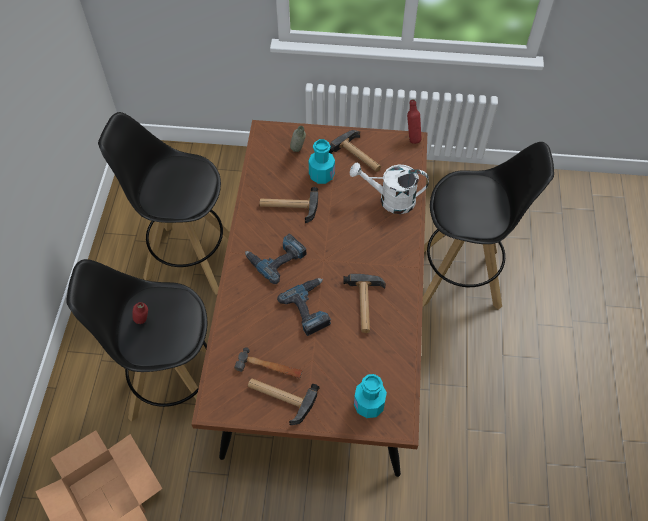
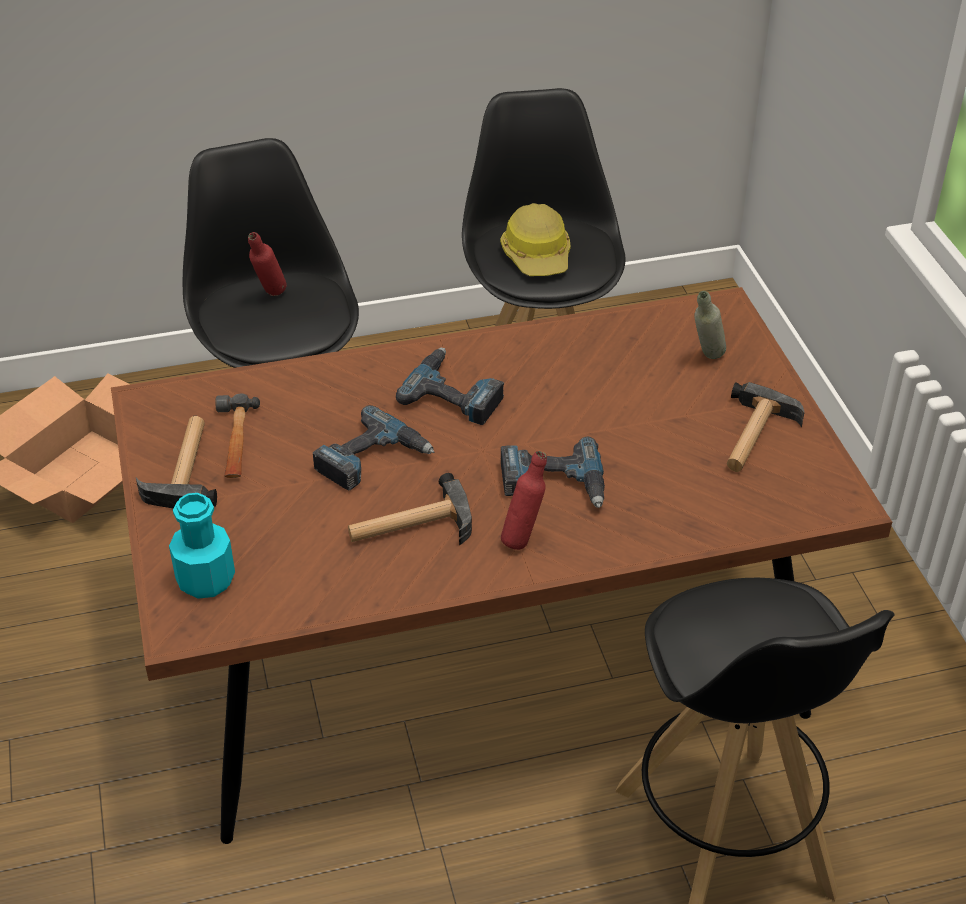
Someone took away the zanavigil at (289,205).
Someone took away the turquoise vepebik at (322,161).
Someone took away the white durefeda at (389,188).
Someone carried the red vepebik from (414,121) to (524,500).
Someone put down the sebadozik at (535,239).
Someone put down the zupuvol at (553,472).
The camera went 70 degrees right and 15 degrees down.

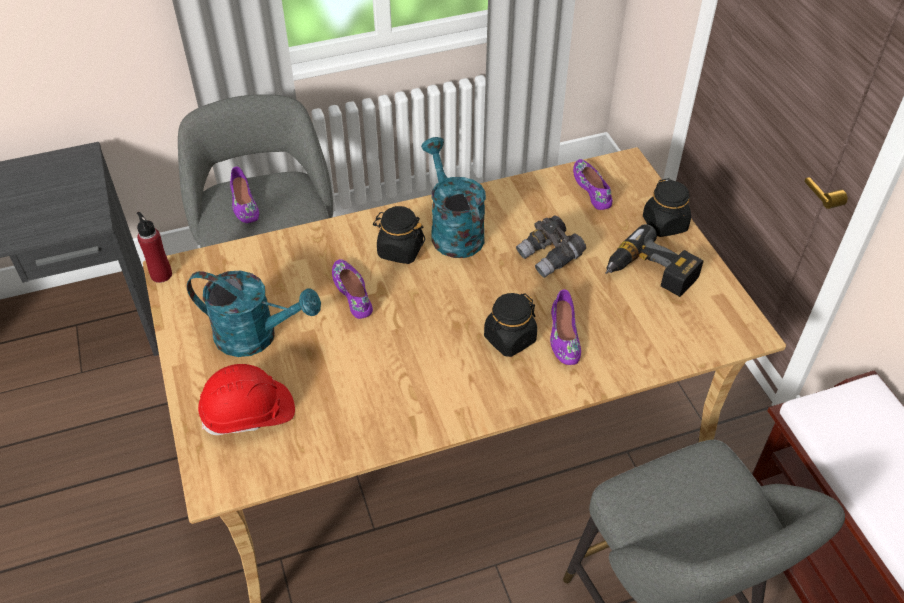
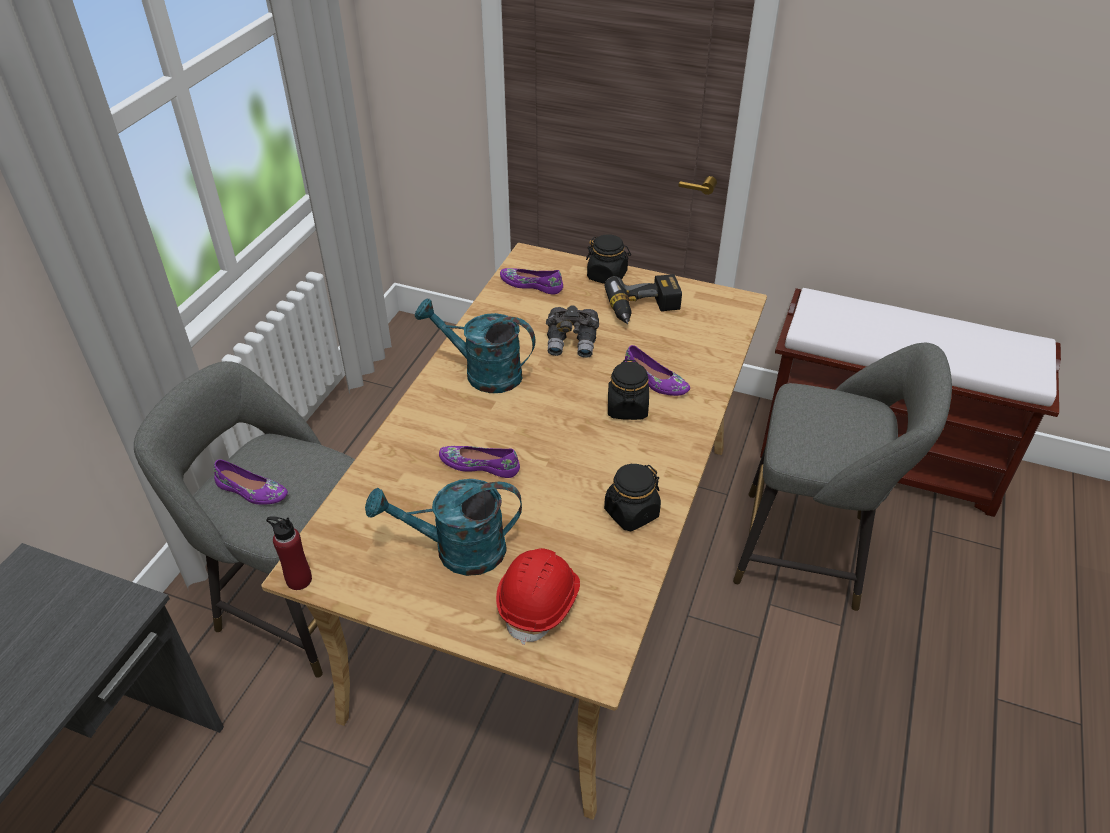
Someone rotated the turquoise durefeda at (254,314) by 150 degrees counterclockwise.
Someone carried the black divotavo from (399,235) to (632,497).
The camera went 50 degrees left and 5 degrees down.

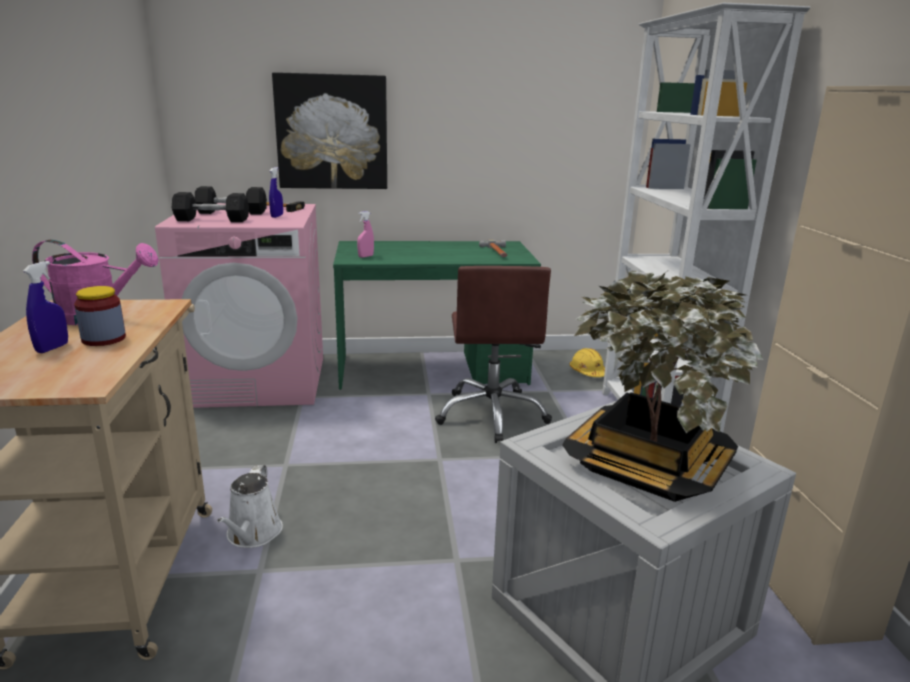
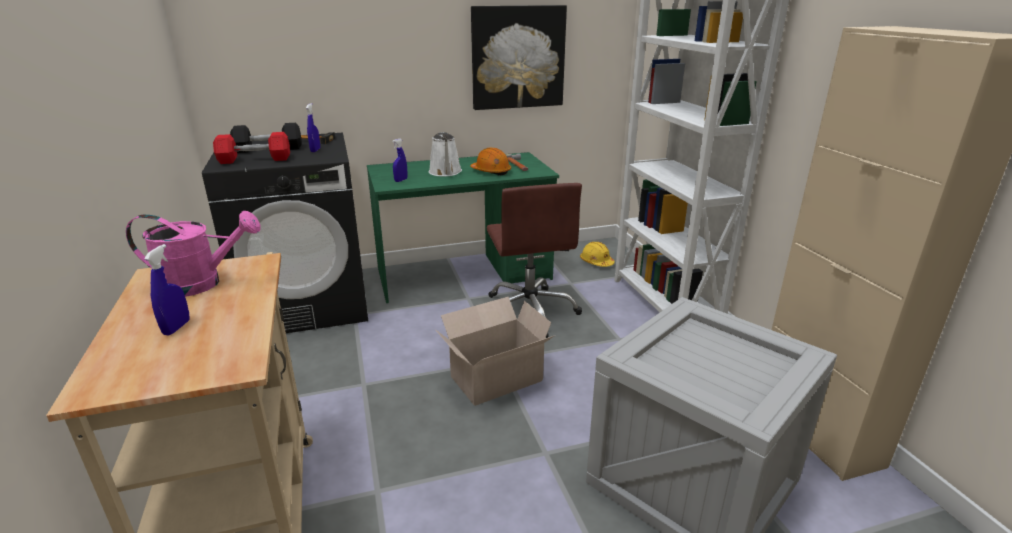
Someone took away the divotavo at (100,316).
Someone repainted the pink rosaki at (239,305), which became the black rosaki at (285,233).
Someone repainted the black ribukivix at (210,207), which became the red ribukivix at (251,148).
Someone carried the white durefeda from (250,506) to (445,154).
Someone carried the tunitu from (329,130) to (519,57).
Someone repainted the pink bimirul at (365,234), which became the blue bimirul at (400,160).
Someone took away the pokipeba at (663,386).
Someone put down the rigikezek at (495,351).
Someone put down the orange sebadozik at (490,161).
The camera went 10 degrees left and 5 degrees up.

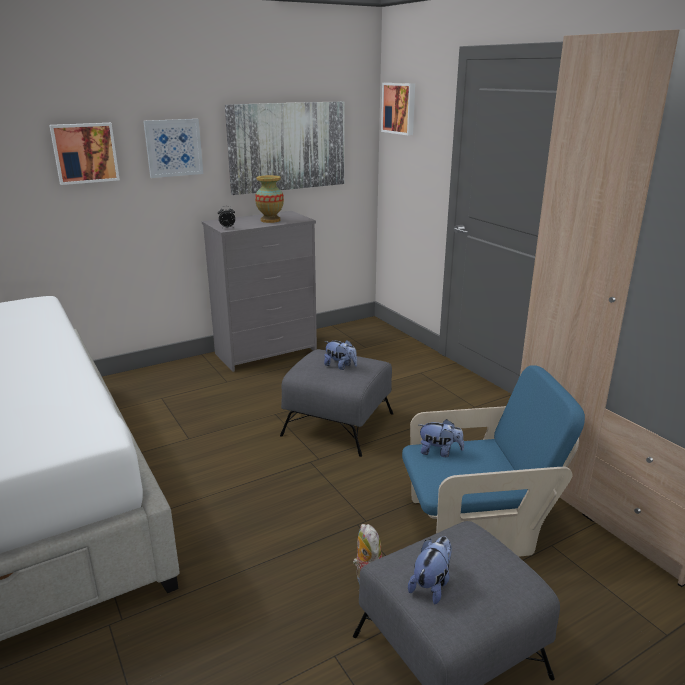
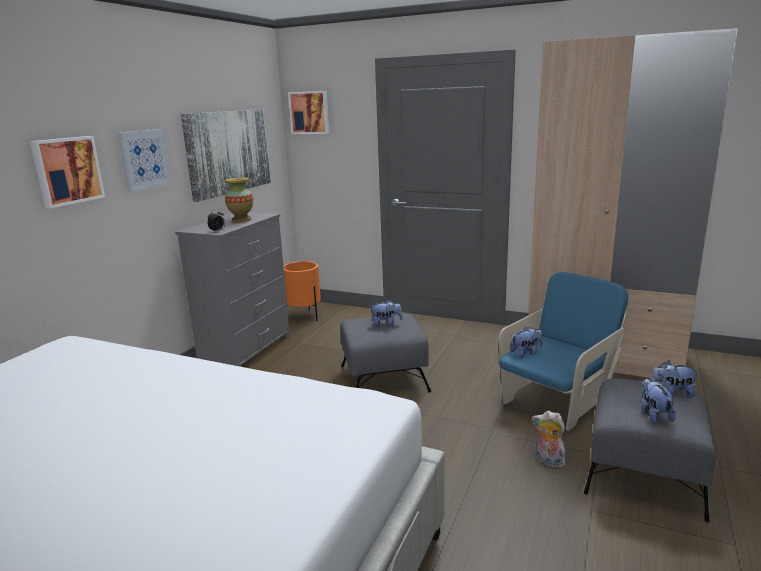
Someone put down the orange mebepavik at (302,291).
Someone put down the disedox at (675,379).
The camera went 35 degrees left and 5 degrees down.

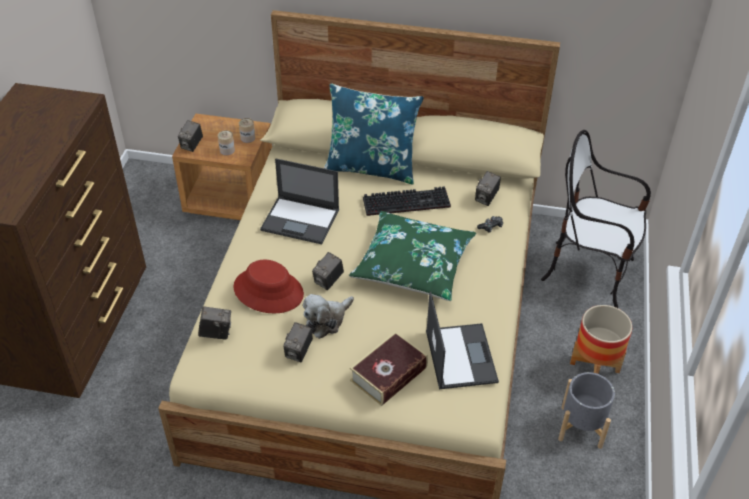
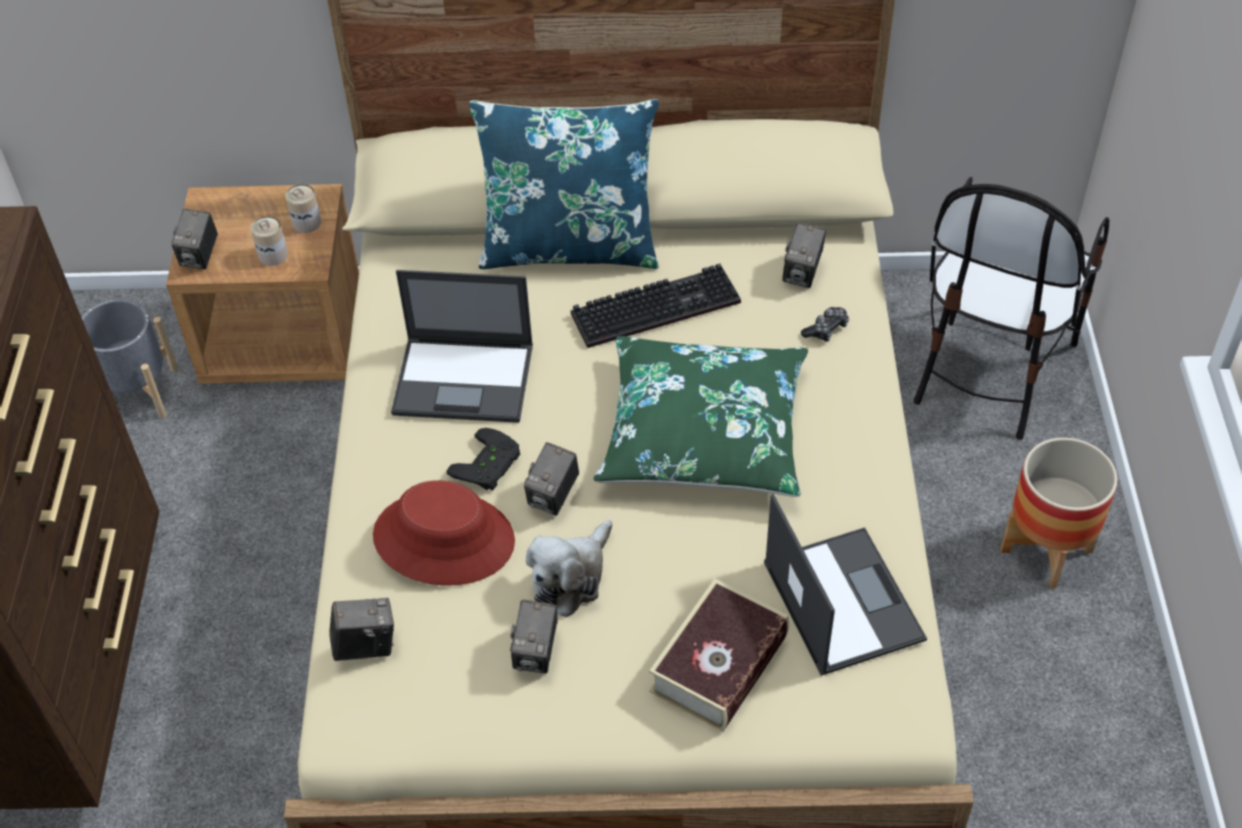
Someone rotated the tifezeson at (596,219) by 75 degrees counterclockwise.
Someone carried the grey mebepavik from (586,410) to (129,358).
Someone put down the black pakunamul at (483,459).
The camera went 10 degrees left and 5 degrees up.

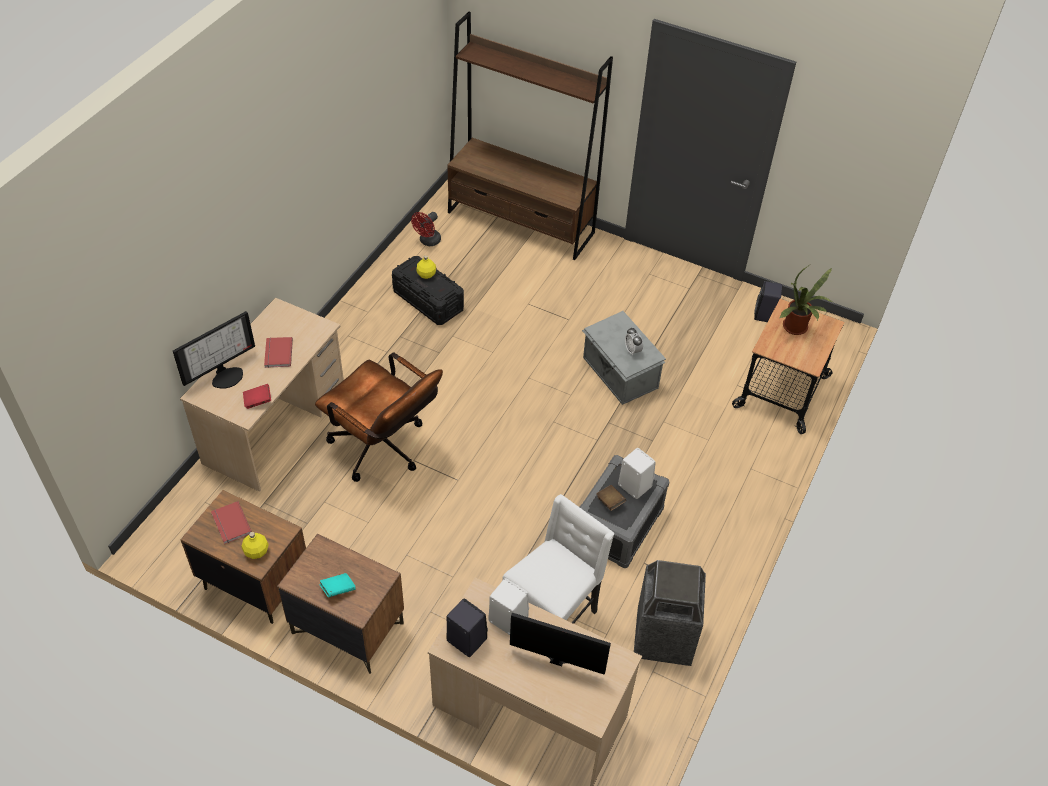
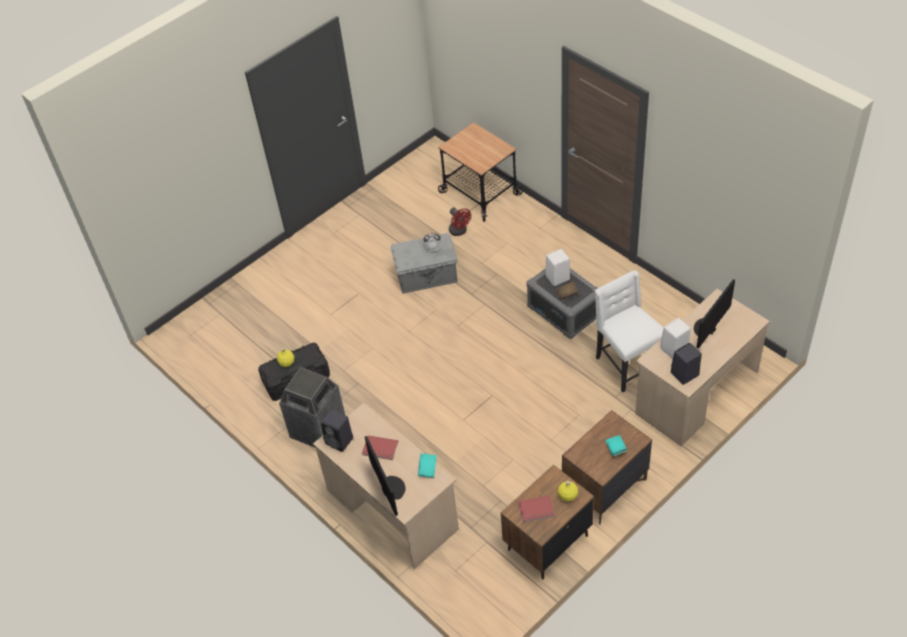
Someone repainted the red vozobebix at (257,396), which became the turquoise vozobebix at (427,465).
Someone took away the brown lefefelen at (379,417).
Someone carried the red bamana from (426,229) to (460,222).
Someone took away the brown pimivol at (530,136).
Someone carried the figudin from (670,613) to (312,407).
Someone carried the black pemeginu from (768,301) to (337,430).
Someone took away the pokipeba at (805,300).
The camera went 65 degrees left and 0 degrees up.

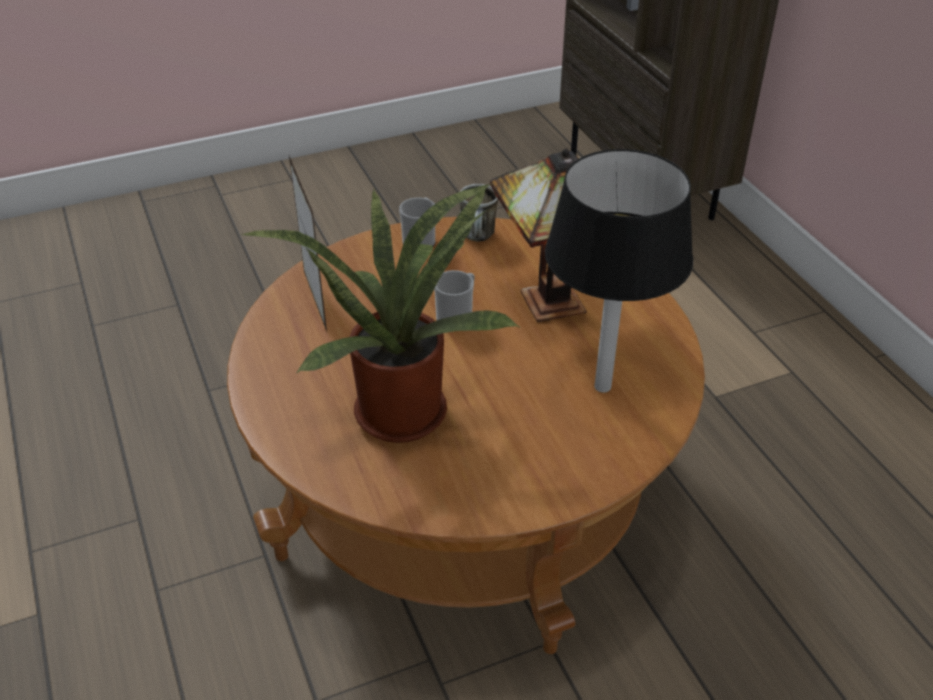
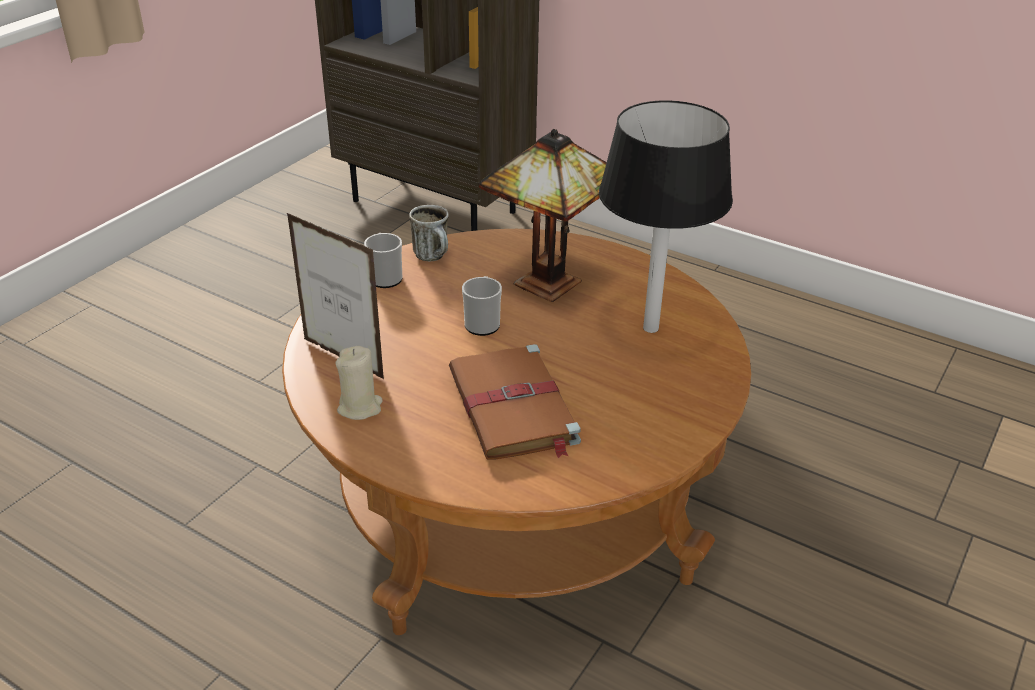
Someone swapped the pokipeba at (381,313) for the brown vozobebix at (515,402).
Someone put down the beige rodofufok at (359,383).
The camera went 35 degrees left and 5 degrees down.

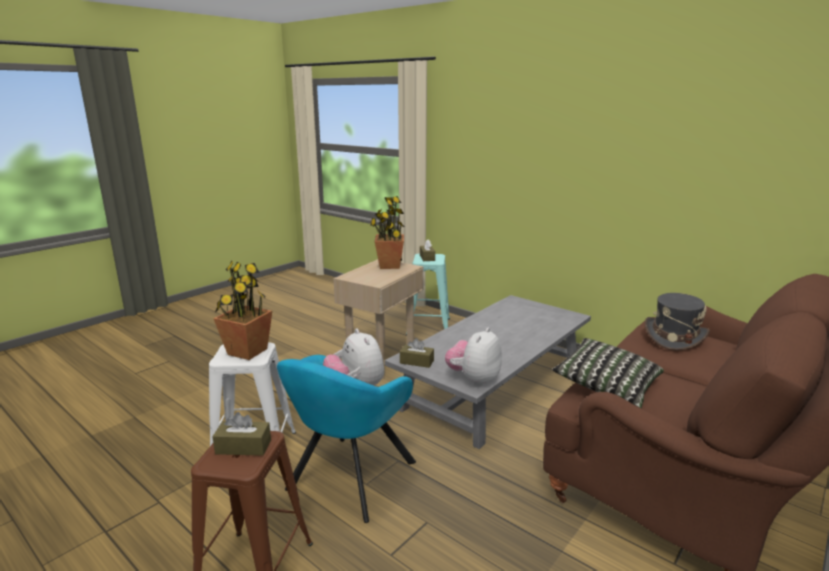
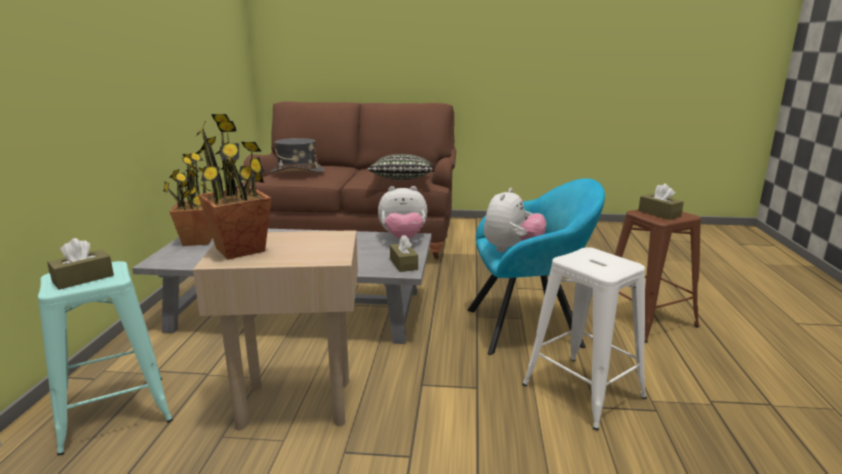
Someone carried the pokipeba from (242,310) to (187,199).
The camera went 125 degrees left and 0 degrees up.

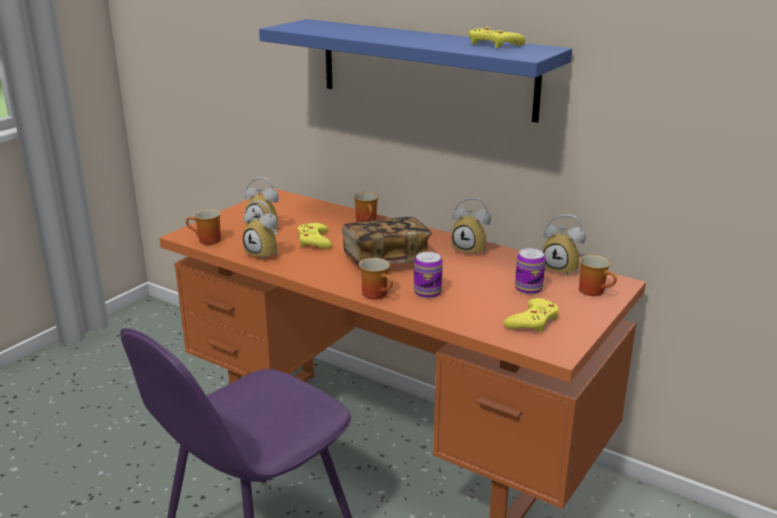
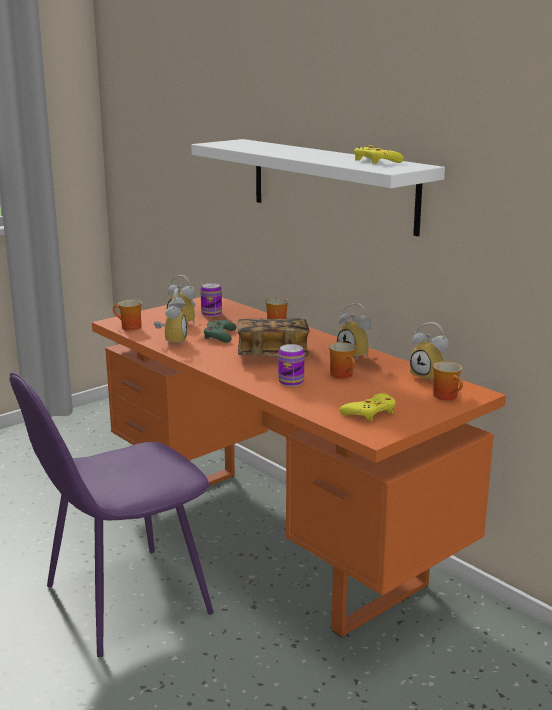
Someone rotated the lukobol at (260,230) by 135 degrees counterclockwise.
Someone repainted the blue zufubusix at (415,71), which became the white zufubusix at (318,187).
Someone repainted the yellow pakunamul at (315,236), which became the green pakunamul at (220,331).
Someone carried the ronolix from (376,279) to (342,360).
Someone carried the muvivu from (530,271) to (211,300).
The camera went 15 degrees right and 5 degrees down.

